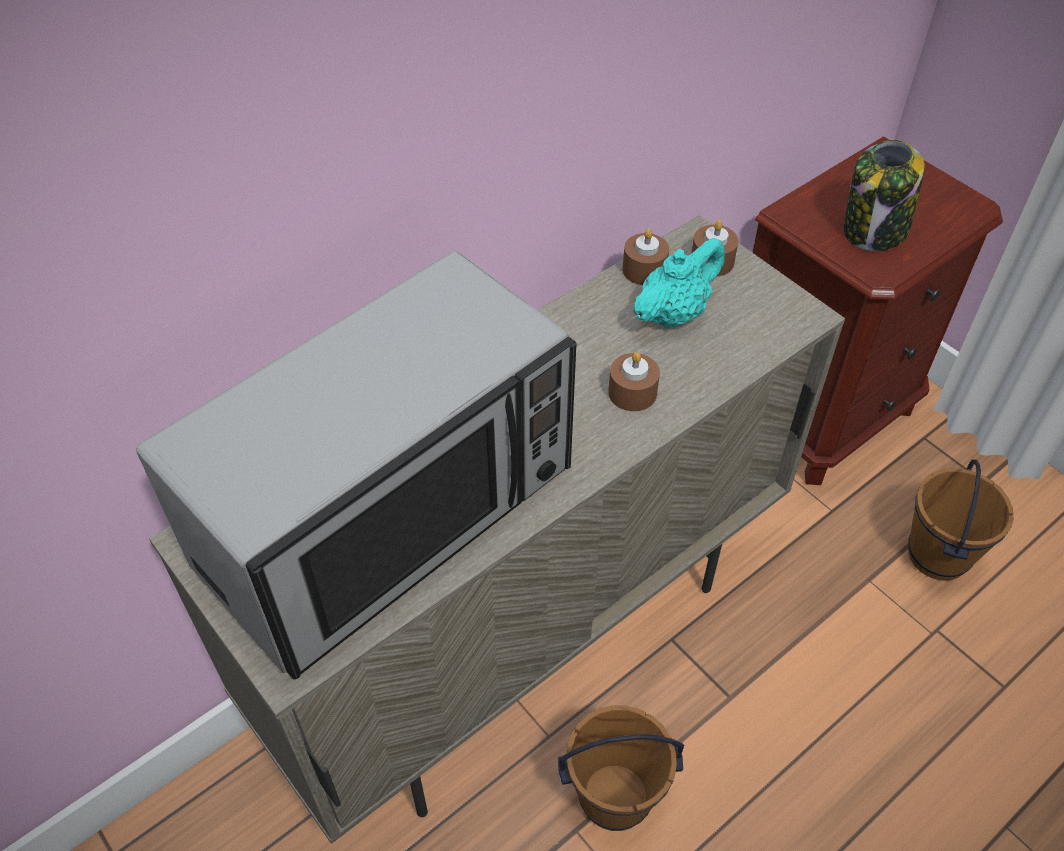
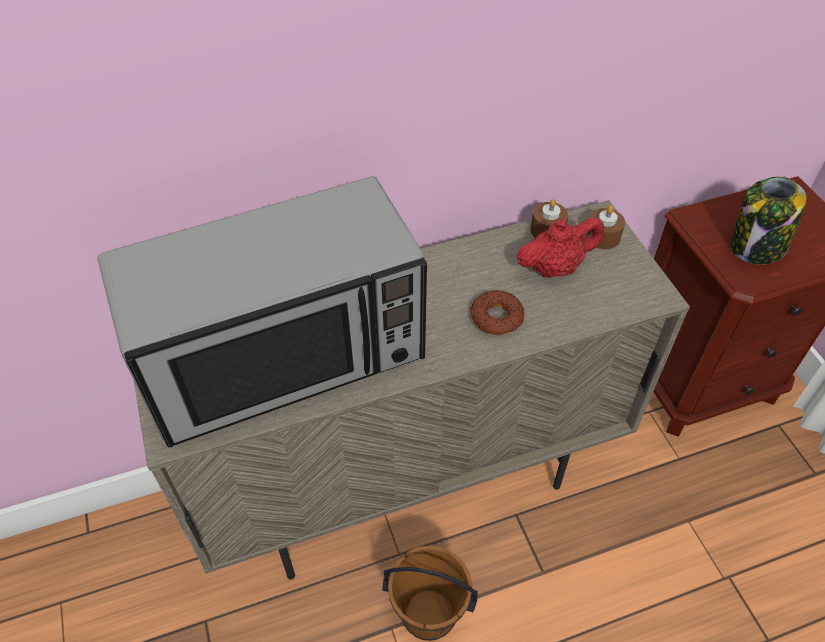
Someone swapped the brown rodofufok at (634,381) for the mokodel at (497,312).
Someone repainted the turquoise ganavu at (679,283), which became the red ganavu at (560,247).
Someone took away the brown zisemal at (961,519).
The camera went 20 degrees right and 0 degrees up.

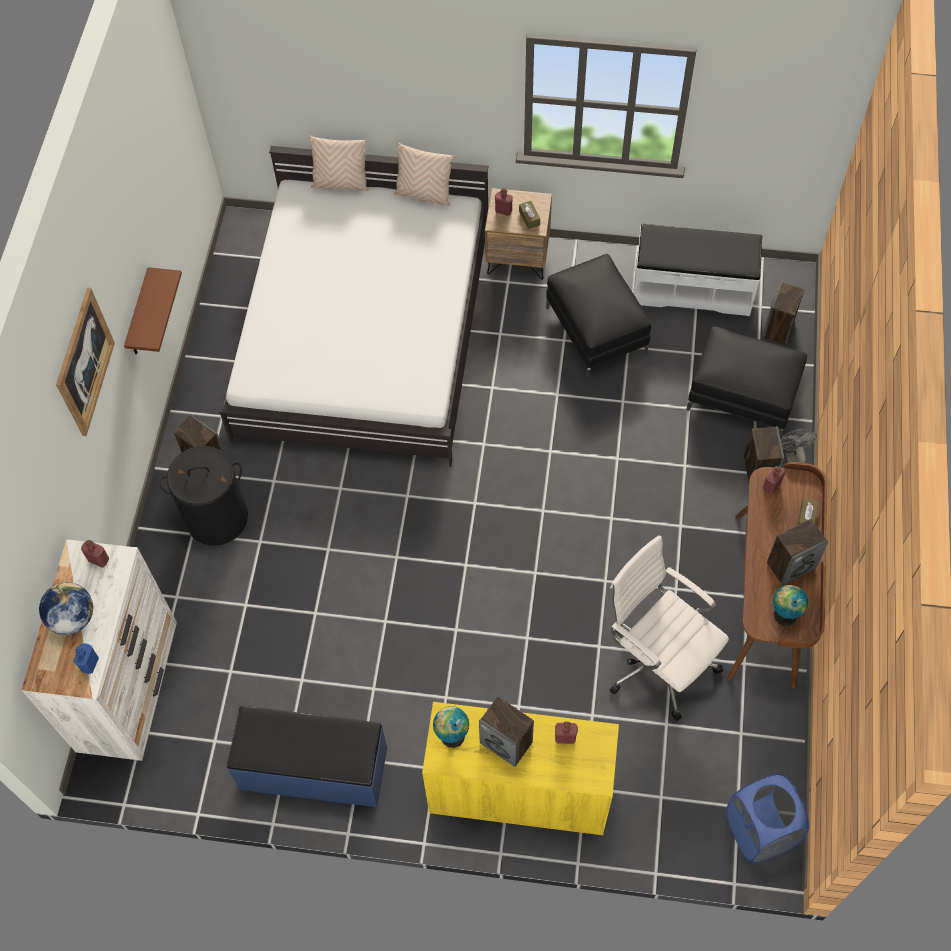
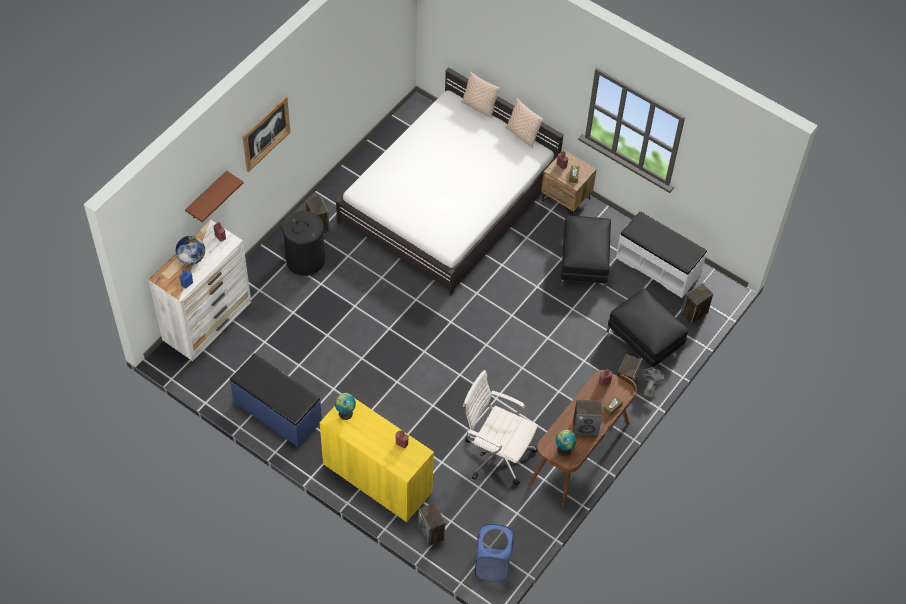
Someone carried the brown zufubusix from (153,311) to (214,196).
Someone carried the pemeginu from (506,732) to (431,525).
Someone rotated the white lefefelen at (669,628) by 45 degrees counterclockwise.
The camera went 25 degrees right and 5 degrees down.

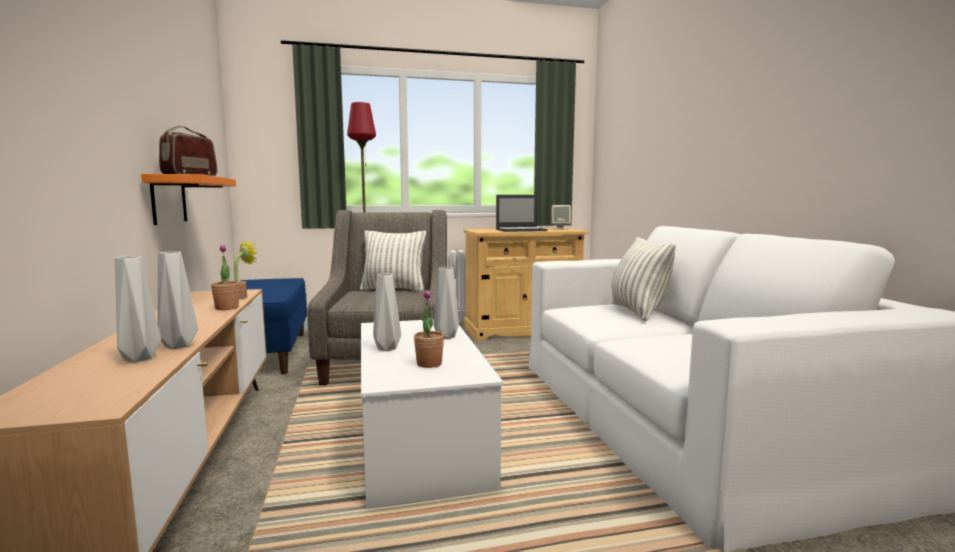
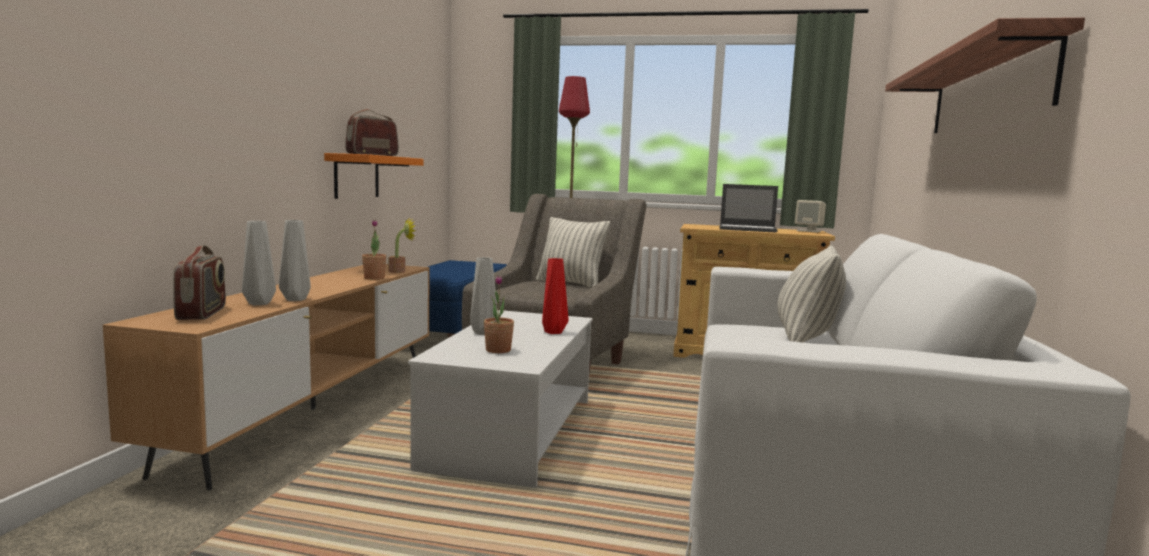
Someone repainted the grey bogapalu at (446,303), which became the red bogapalu at (555,296).
Someone put down the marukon at (199,282).
Someone put up the zufubusix at (985,75).
The camera went 25 degrees right and 0 degrees up.

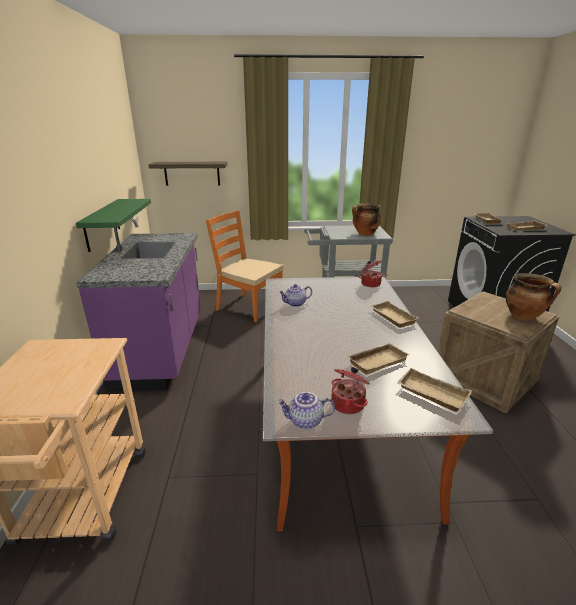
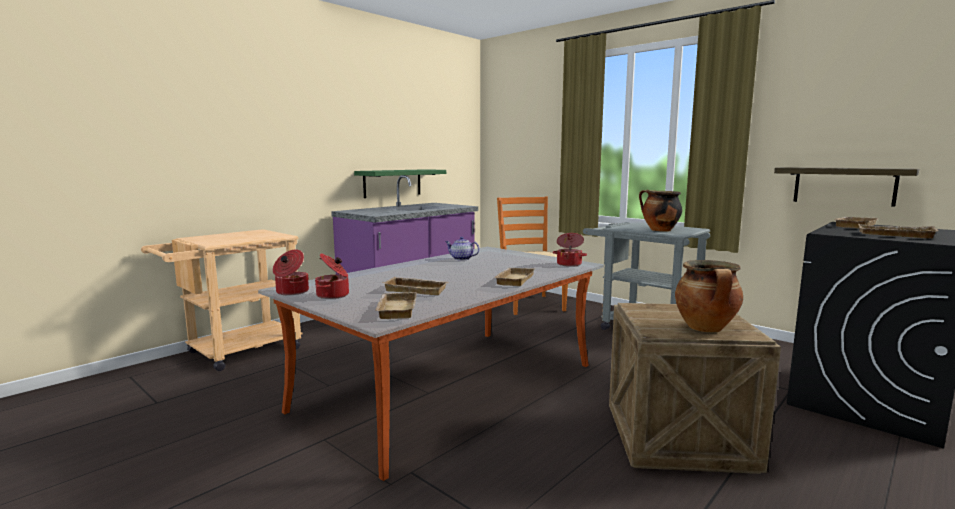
Someone carried the zufubusix from (187,174) to (846,187).
Someone swapped the ganavu at (306,410) for the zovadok at (291,272).
The camera went 45 degrees right and 15 degrees down.

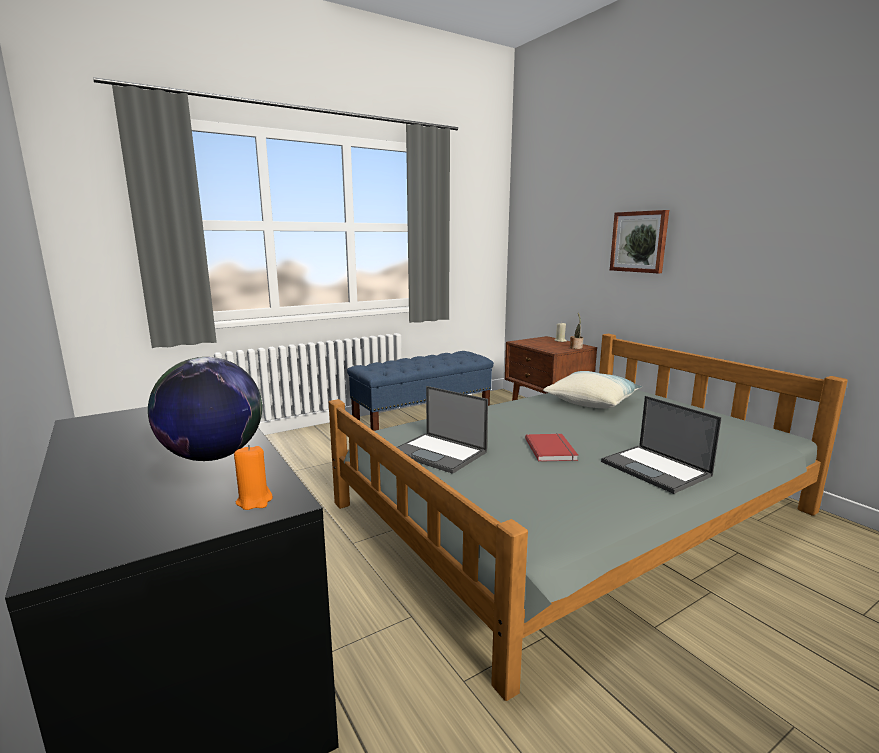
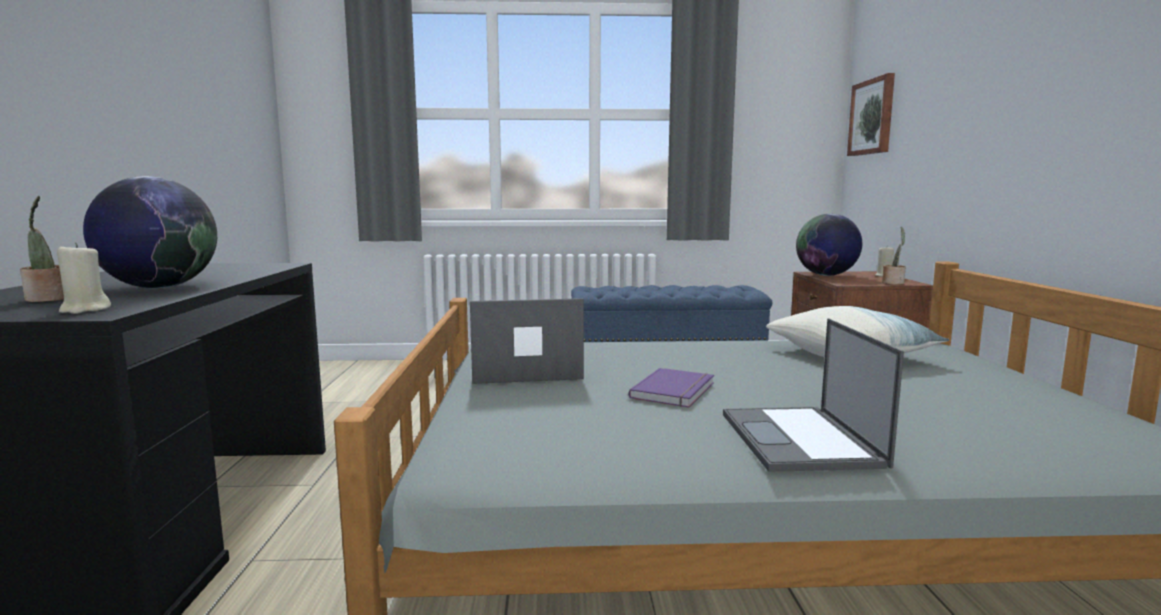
Someone repainted the orange rodofufok at (253,477), which became the beige rodofufok at (84,278).
Someone rotated the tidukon at (442,430) by 105 degrees clockwise.
Someone repainted the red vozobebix at (551,447), which became the purple vozobebix at (671,387).
Someone carried the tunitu from (639,241) to (871,114).
Someone put down the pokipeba at (42,249).
Someone put down the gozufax at (829,245).
The camera went 30 degrees right and 5 degrees down.

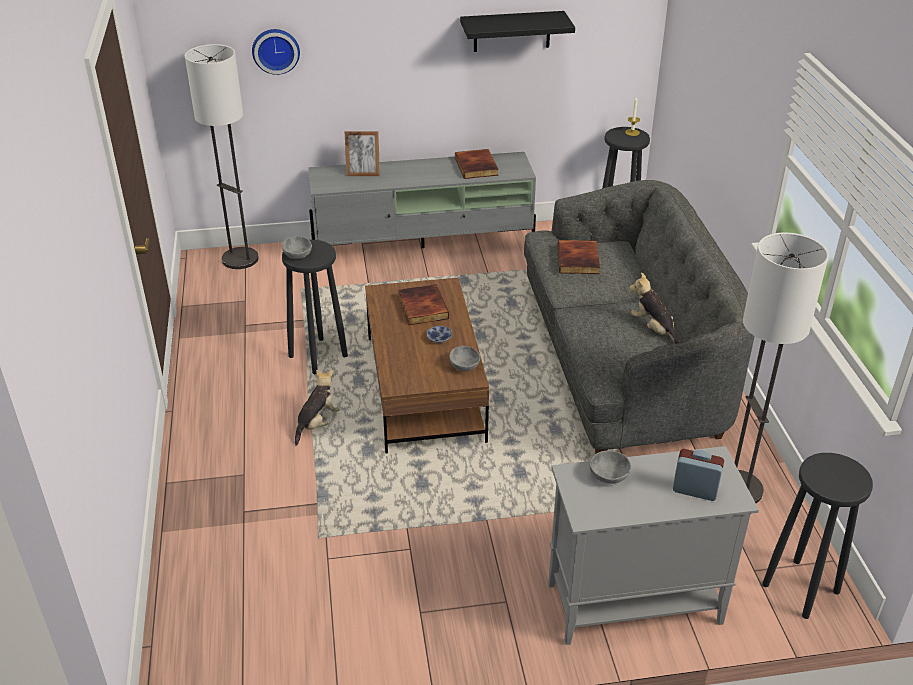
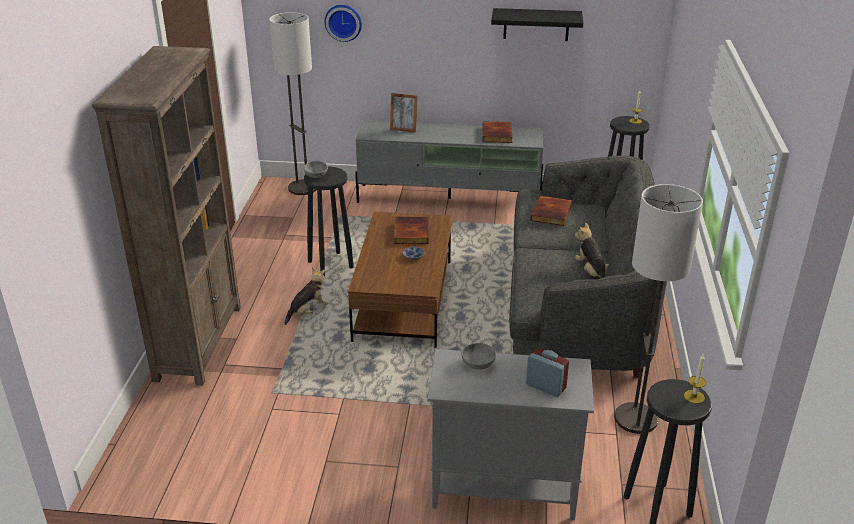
Someone took away the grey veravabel at (464,358).
Someone put down the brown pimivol at (166,216).
Someone put down the rodofufok at (695,379).
The camera went 15 degrees right and 5 degrees down.

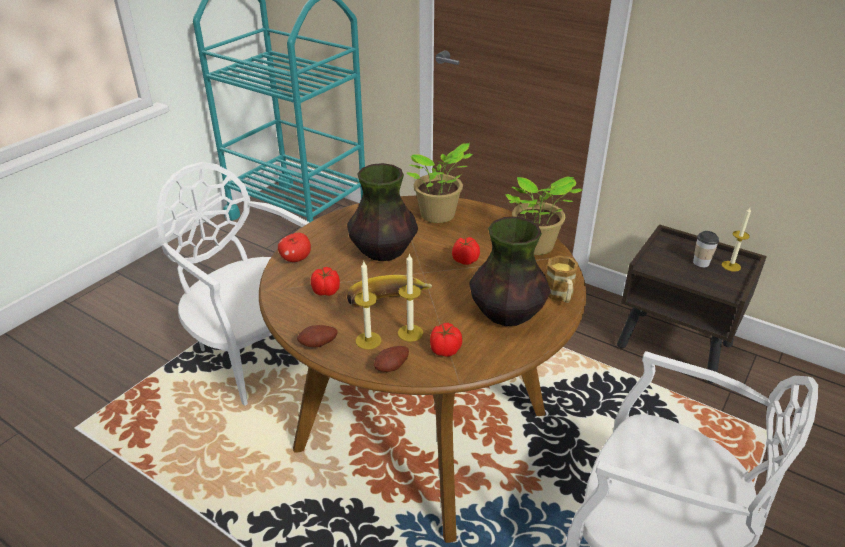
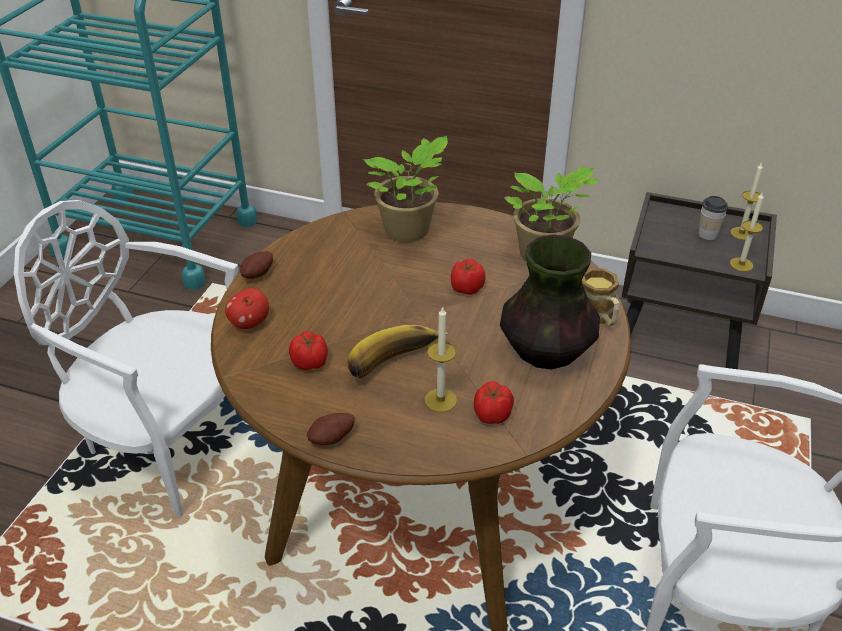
Someone took away the bogapalu at (382,212).
Someone carried the rodofufok from (367,305) to (747,232).
Someone carried the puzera from (391,359) to (256,265).
The camera went 15 degrees left and 5 degrees up.

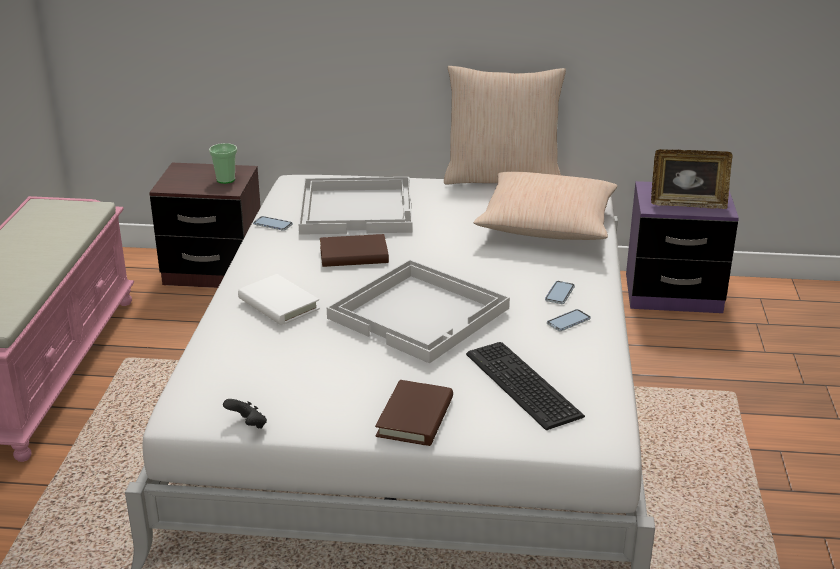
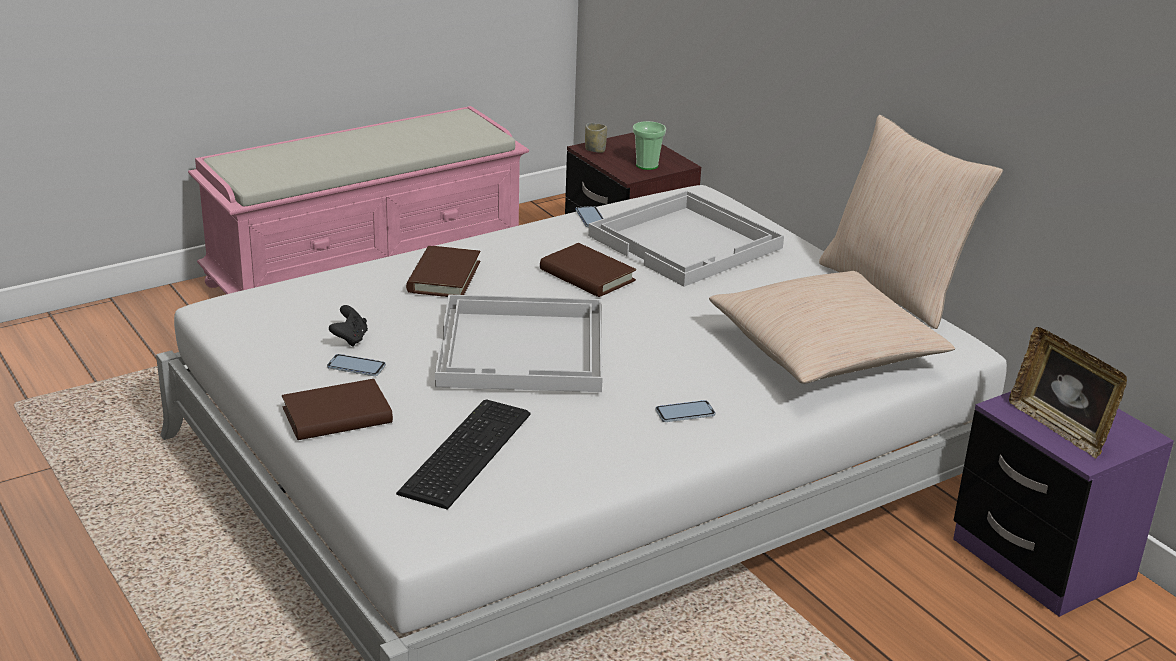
Someone carried the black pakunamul from (245,414) to (348,326).
Someone repainted the white vozobebix at (279,299), which became the brown vozobebix at (443,271).
Someone carried the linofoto from (569,320) to (356,365).
Someone put down the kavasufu at (596,138).
The camera went 50 degrees right and 0 degrees up.

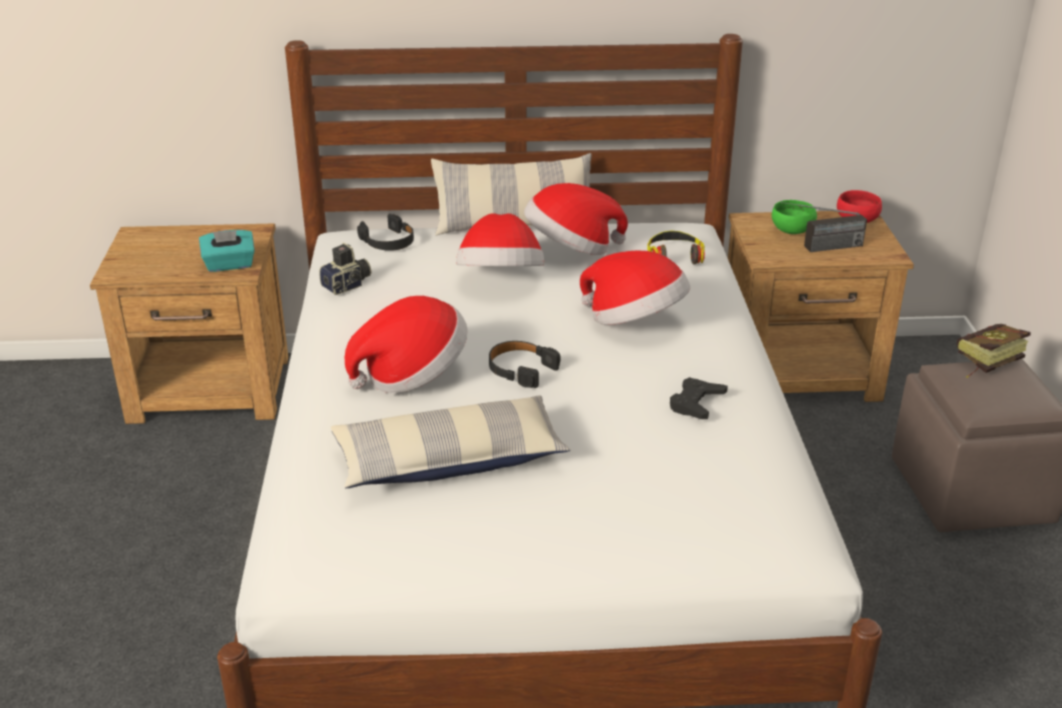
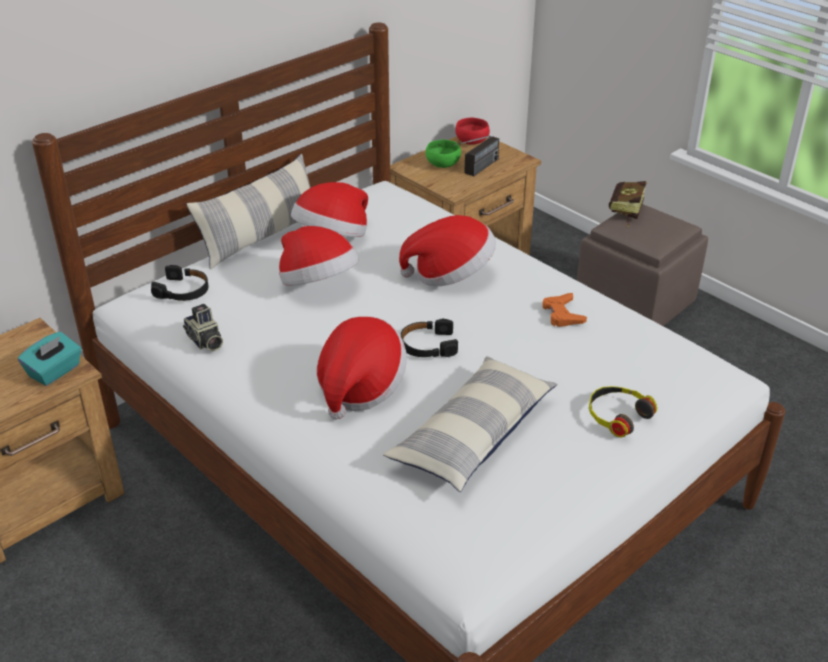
Someone rotated the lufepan at (345,268) by 135 degrees clockwise.
Someone carried the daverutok from (676,247) to (623,411).
Someone repainted the black pakunamul at (699,398), which became the orange pakunamul at (564,310).
The camera went 40 degrees left and 5 degrees up.

